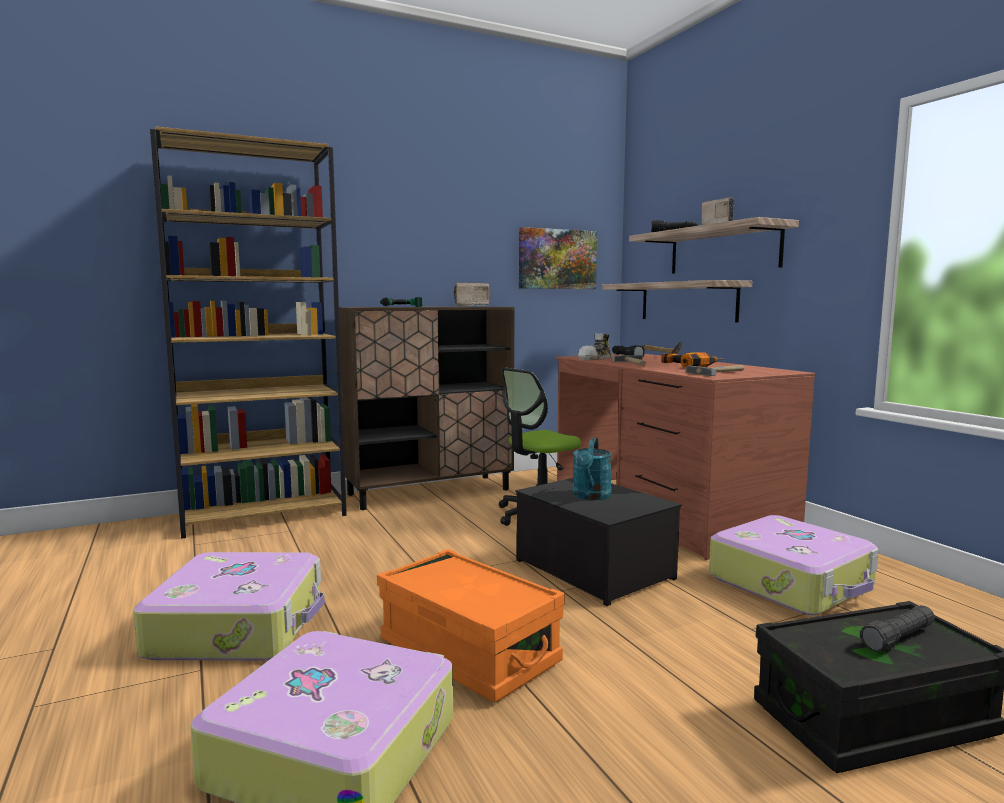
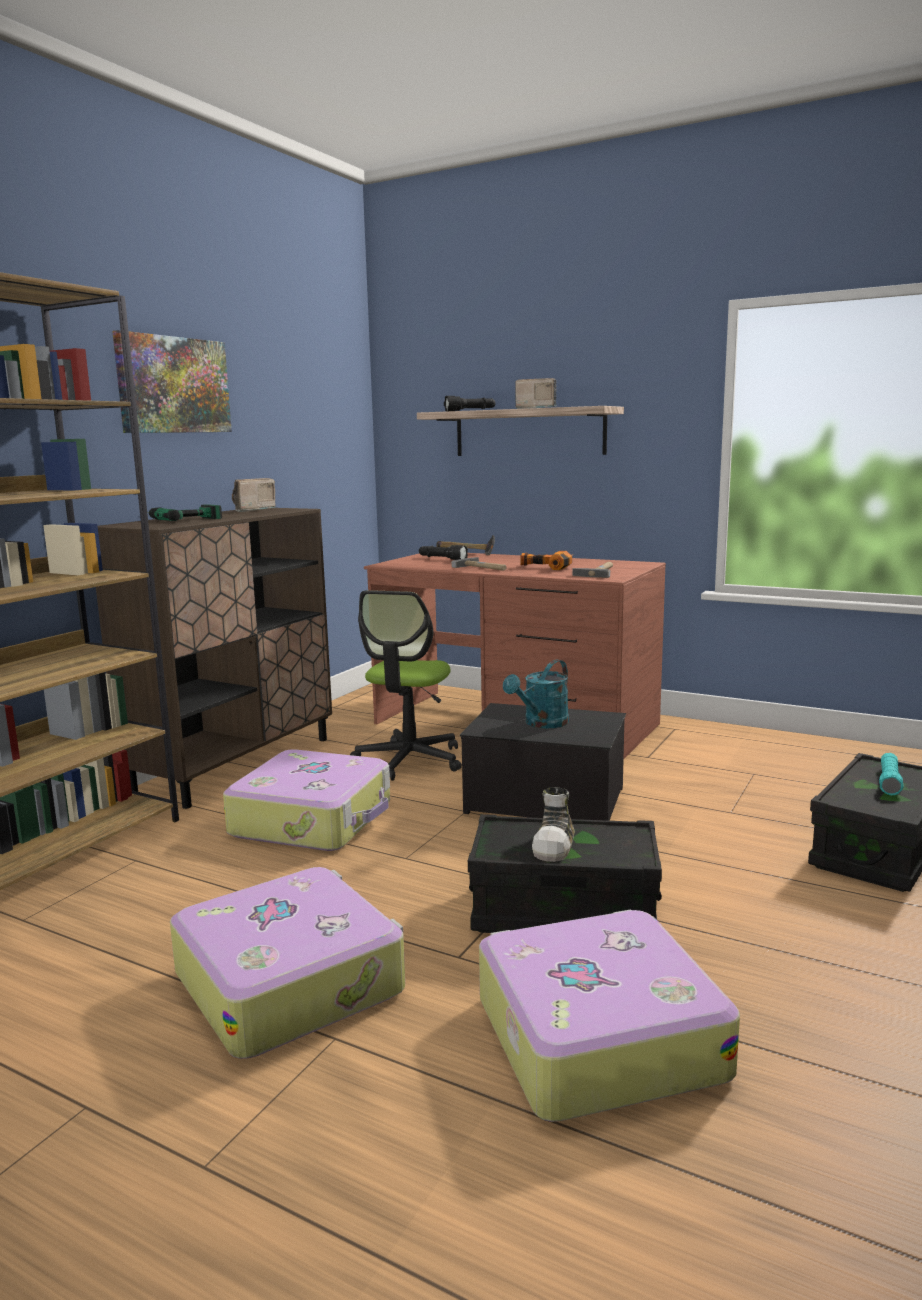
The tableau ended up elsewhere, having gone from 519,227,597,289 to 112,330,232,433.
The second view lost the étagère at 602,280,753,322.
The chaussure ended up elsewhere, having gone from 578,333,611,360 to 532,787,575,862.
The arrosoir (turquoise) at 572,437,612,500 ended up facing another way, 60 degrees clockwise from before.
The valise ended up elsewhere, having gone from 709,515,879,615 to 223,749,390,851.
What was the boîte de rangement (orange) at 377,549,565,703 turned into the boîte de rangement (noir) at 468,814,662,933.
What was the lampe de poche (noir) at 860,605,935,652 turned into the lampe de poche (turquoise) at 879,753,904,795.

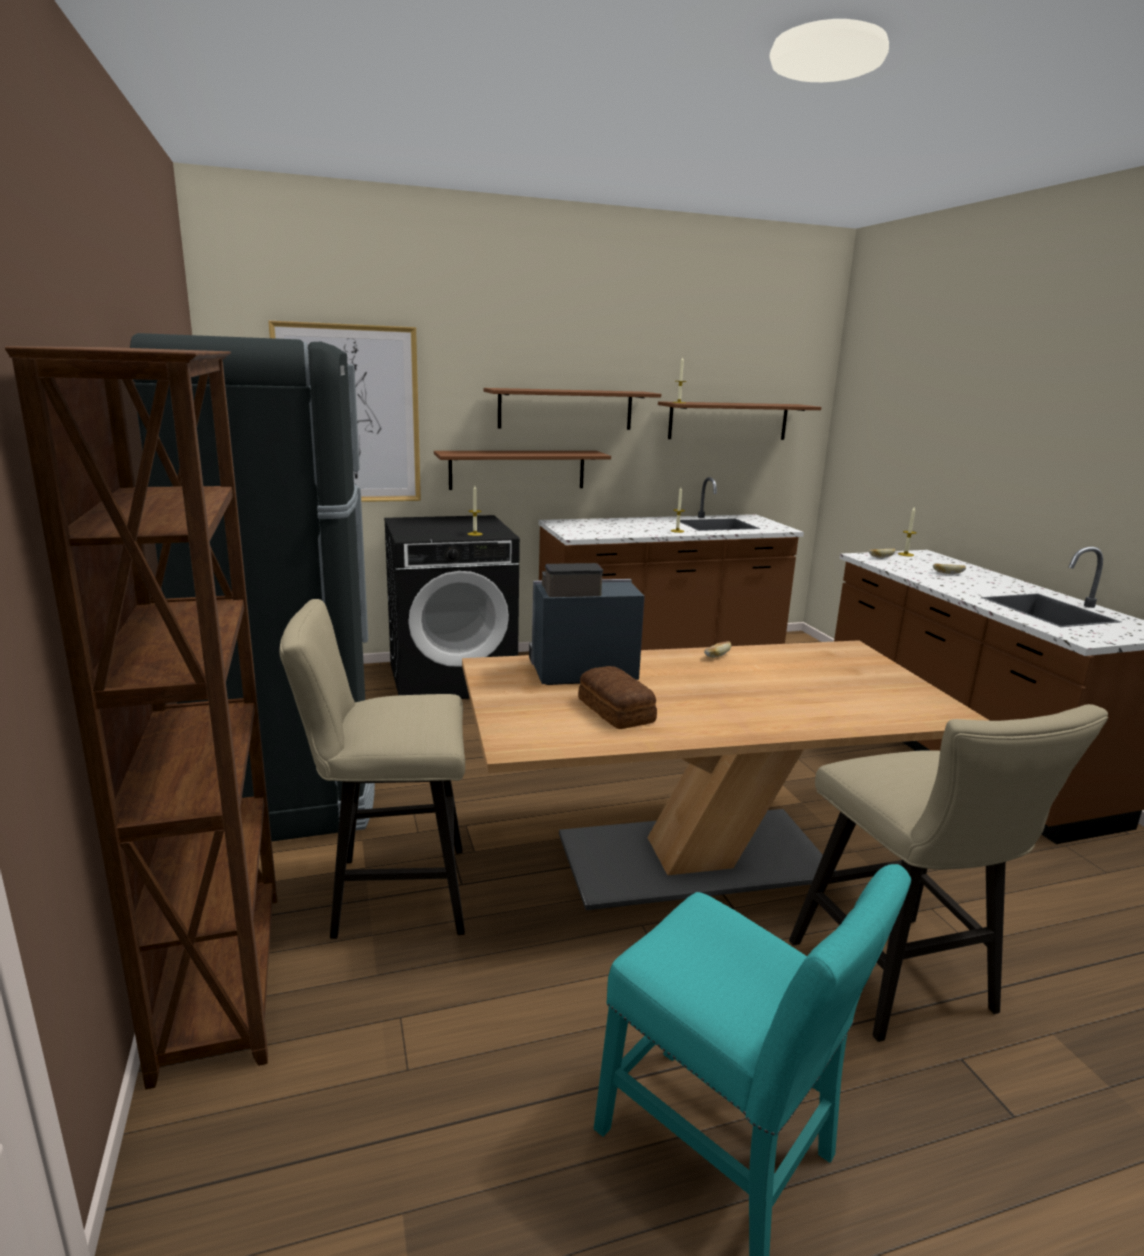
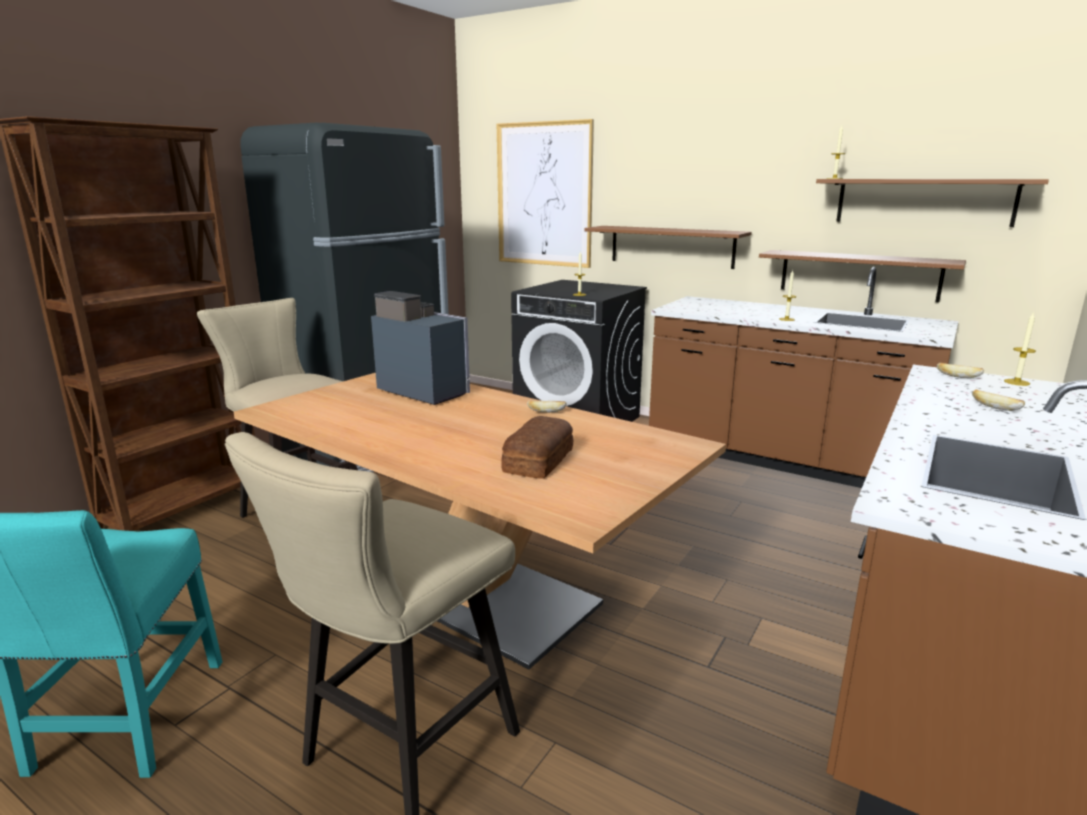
The étagère (marron) ended up elsewhere, having gone from 484,388,661,430 to 759,250,966,302.
The pain ended up elsewhere, having gone from 578,666,657,729 to 501,416,573,479.

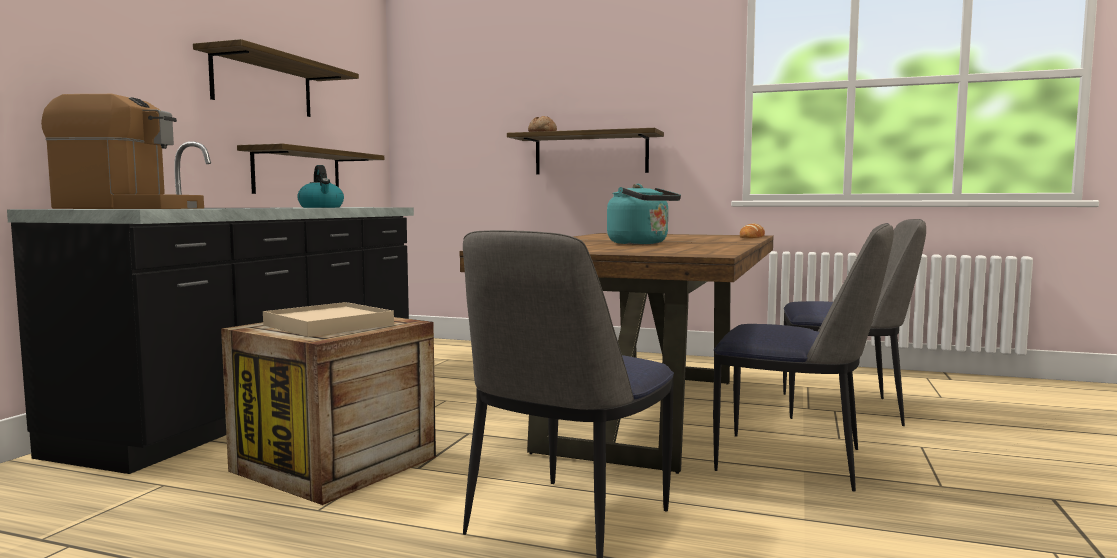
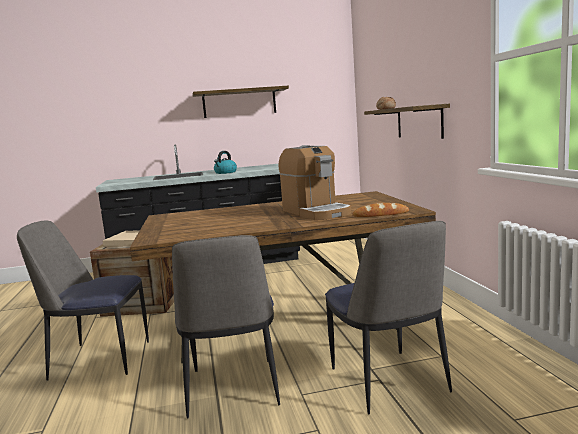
The machine à café ended up elsewhere, having gone from 41,94,204,209 to 278,145,351,220.
The second view lost the étagère at 237,144,384,194.
The second view lost the bouilloire (turquoise) at 607,184,681,244.

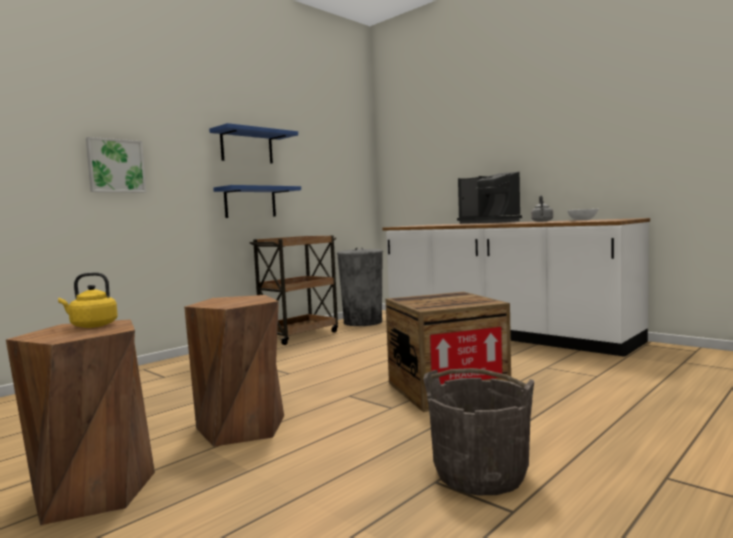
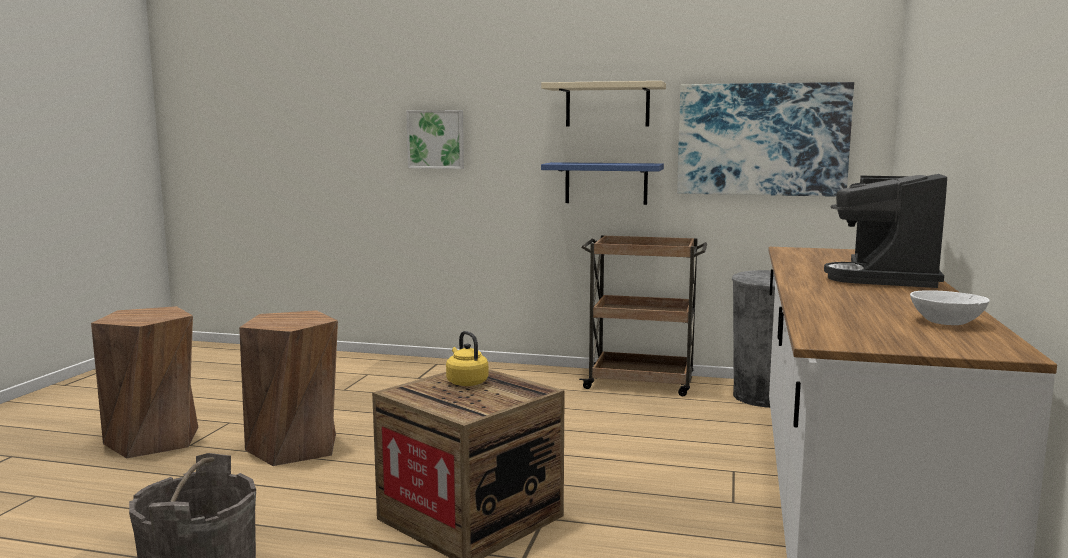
What was the étagère (bleu) at 209,123,298,163 turned into the étagère (beige) at 541,81,666,126.
The second view lost the bouilloire (gris) at 531,195,553,222.
The bouilloire (jaune) ended up elsewhere, having gone from 58,272,118,328 to 446,331,488,386.
The second view gained the tableau at 677,82,854,197.

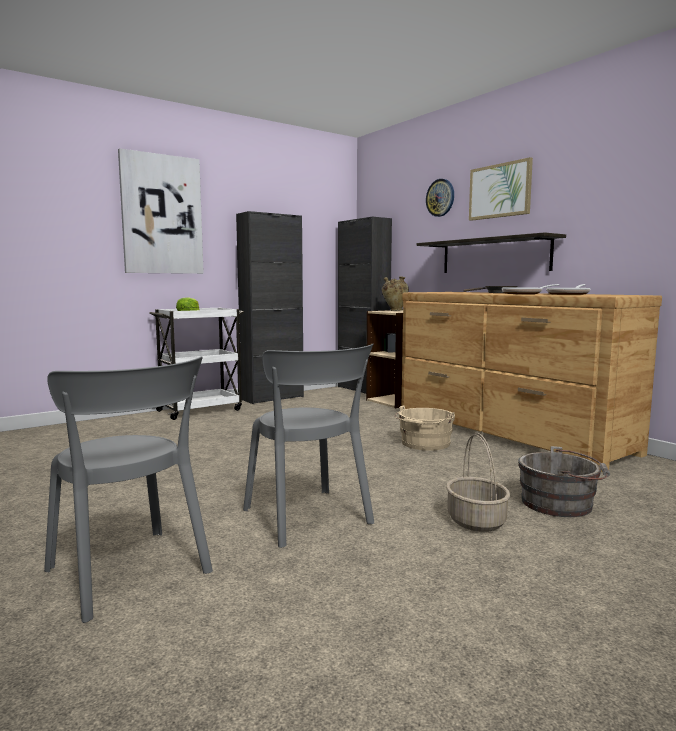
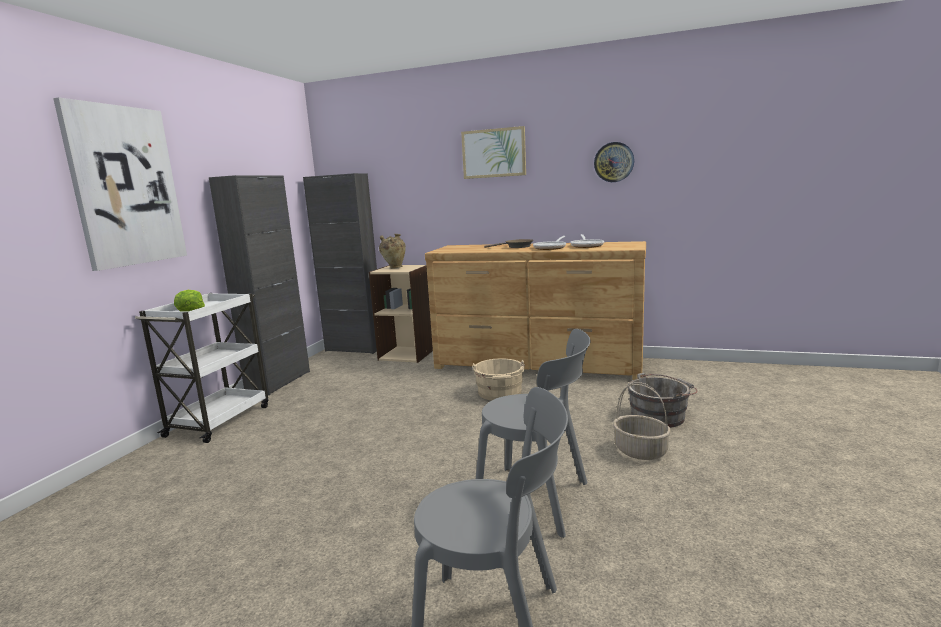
The horloge murale ended up elsewhere, having gone from 426,179,454,217 to 594,142,634,182.
The second view lost the étagère at 417,232,566,273.

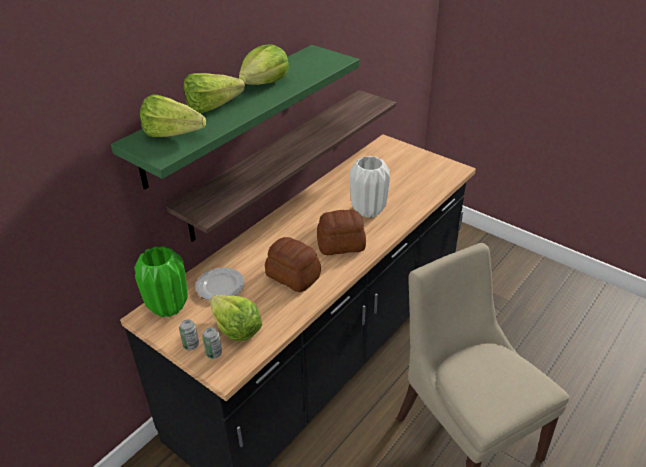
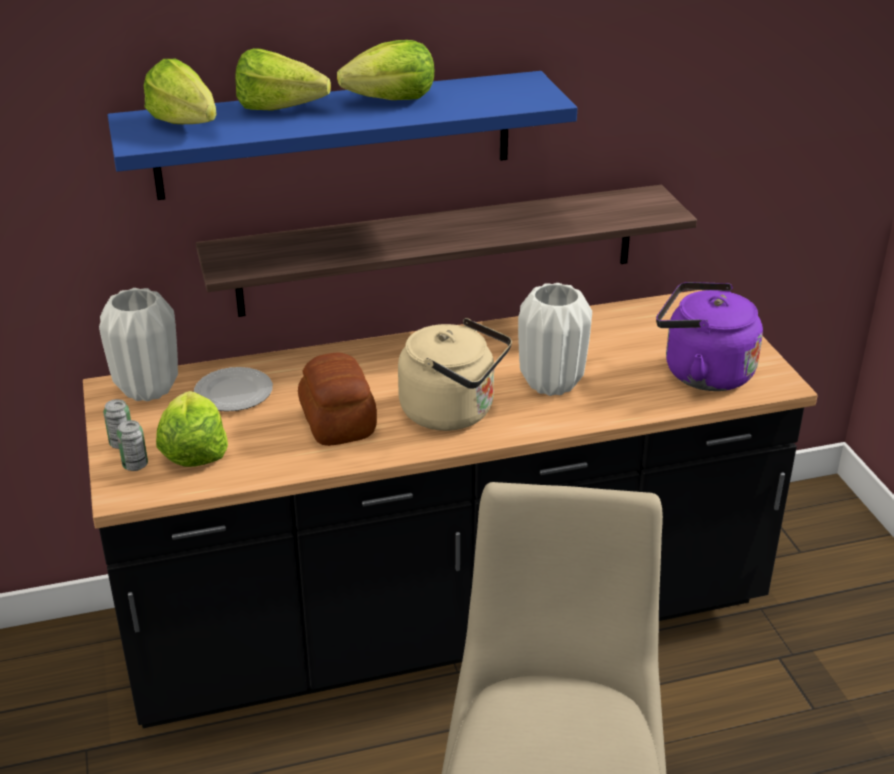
What was the étagère (vert) at 111,45,359,189 turned into the étagère (bleu) at 108,71,577,200.
Where the pain stood at 317,209,366,255, the bouilloire (beige) came to stand at 398,318,512,431.
What was the vase (vert) at 134,246,188,317 turned into the vase (blanc) at 99,288,178,401.
The second view gained the bouilloire (violet) at 656,282,763,391.

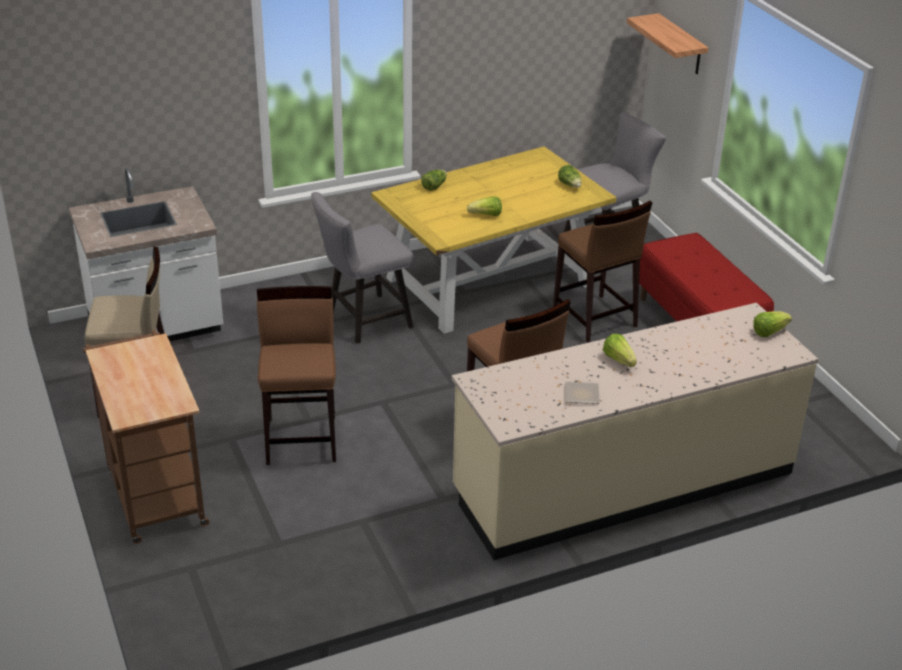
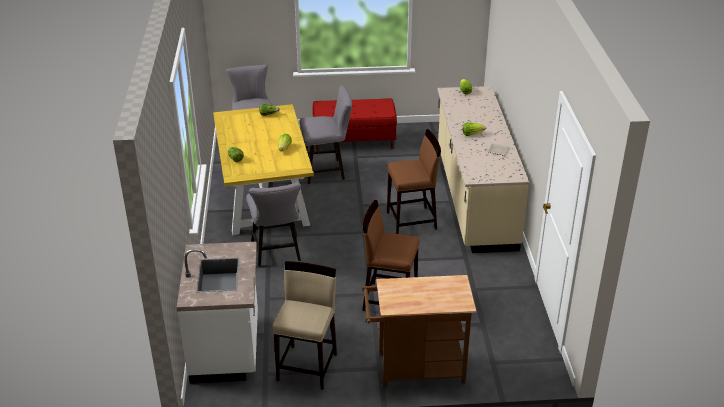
The second view lost the étagère at 627,13,709,74.
Where the tabouret (marron) stood at 553,201,652,343, the chaise (gris) came to stand at 300,85,352,184.

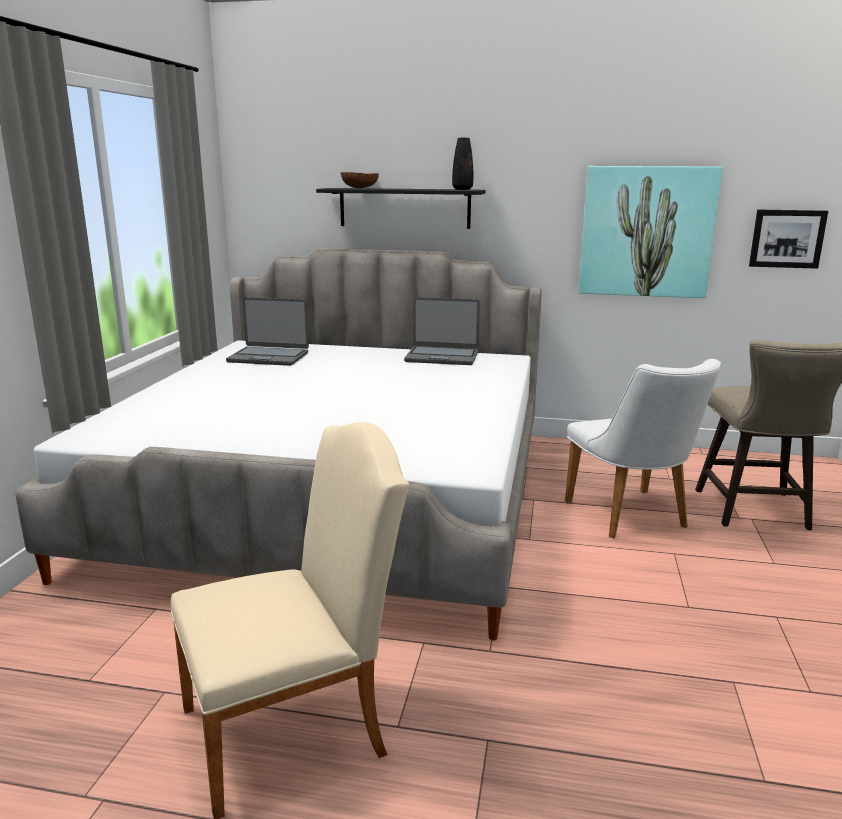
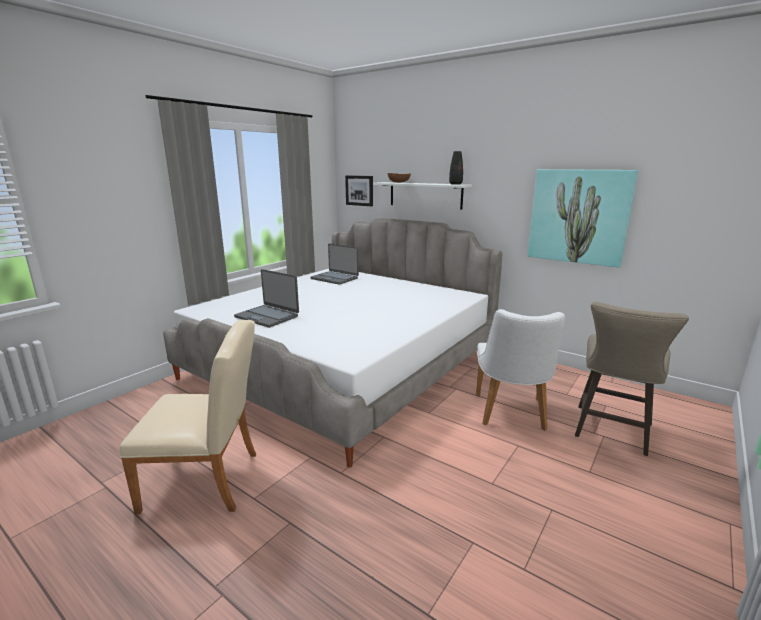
What was the étagère (noir) at 316,188,486,229 turned into the étagère (blanc) at 373,182,472,210.
The tableau ended up elsewhere, having gone from 749,210,828,269 to 345,175,373,206.
The ordinateur portable ended up elsewhere, having gone from 404,297,480,365 to 234,269,299,328.

